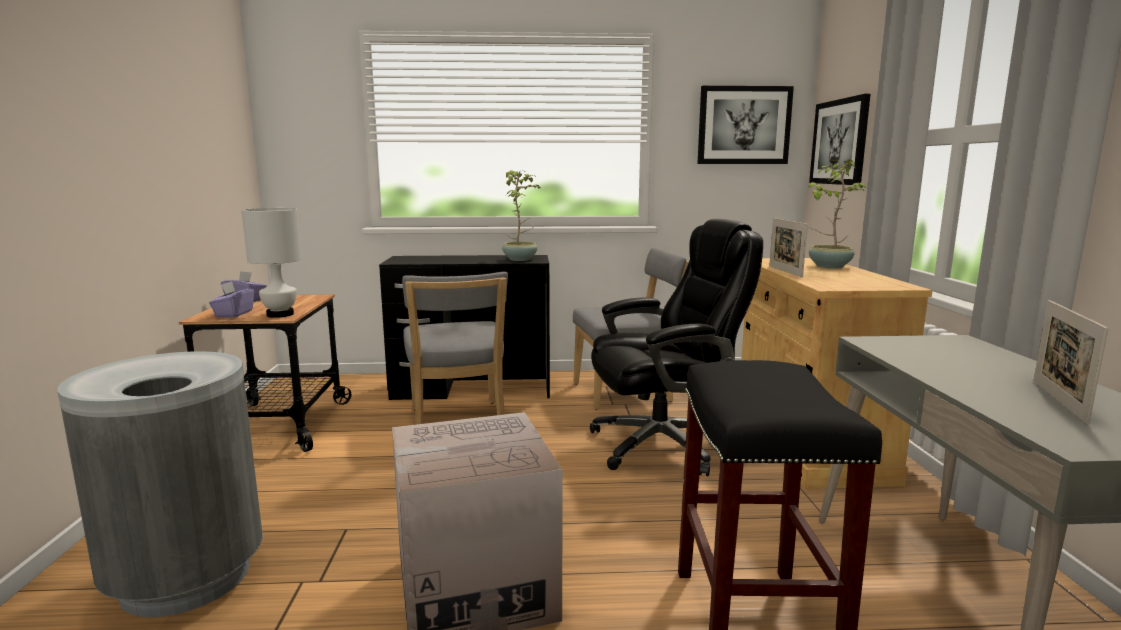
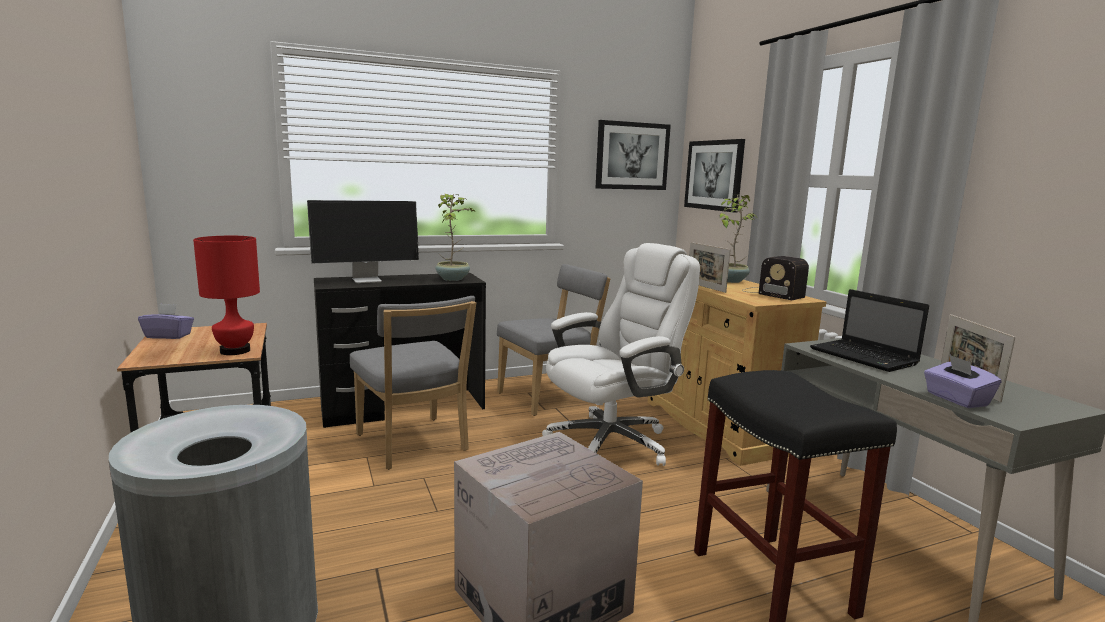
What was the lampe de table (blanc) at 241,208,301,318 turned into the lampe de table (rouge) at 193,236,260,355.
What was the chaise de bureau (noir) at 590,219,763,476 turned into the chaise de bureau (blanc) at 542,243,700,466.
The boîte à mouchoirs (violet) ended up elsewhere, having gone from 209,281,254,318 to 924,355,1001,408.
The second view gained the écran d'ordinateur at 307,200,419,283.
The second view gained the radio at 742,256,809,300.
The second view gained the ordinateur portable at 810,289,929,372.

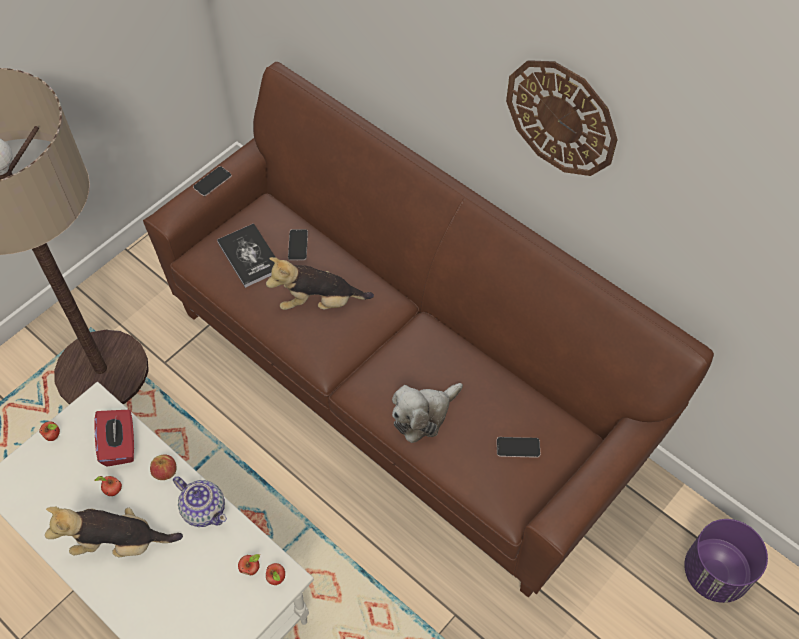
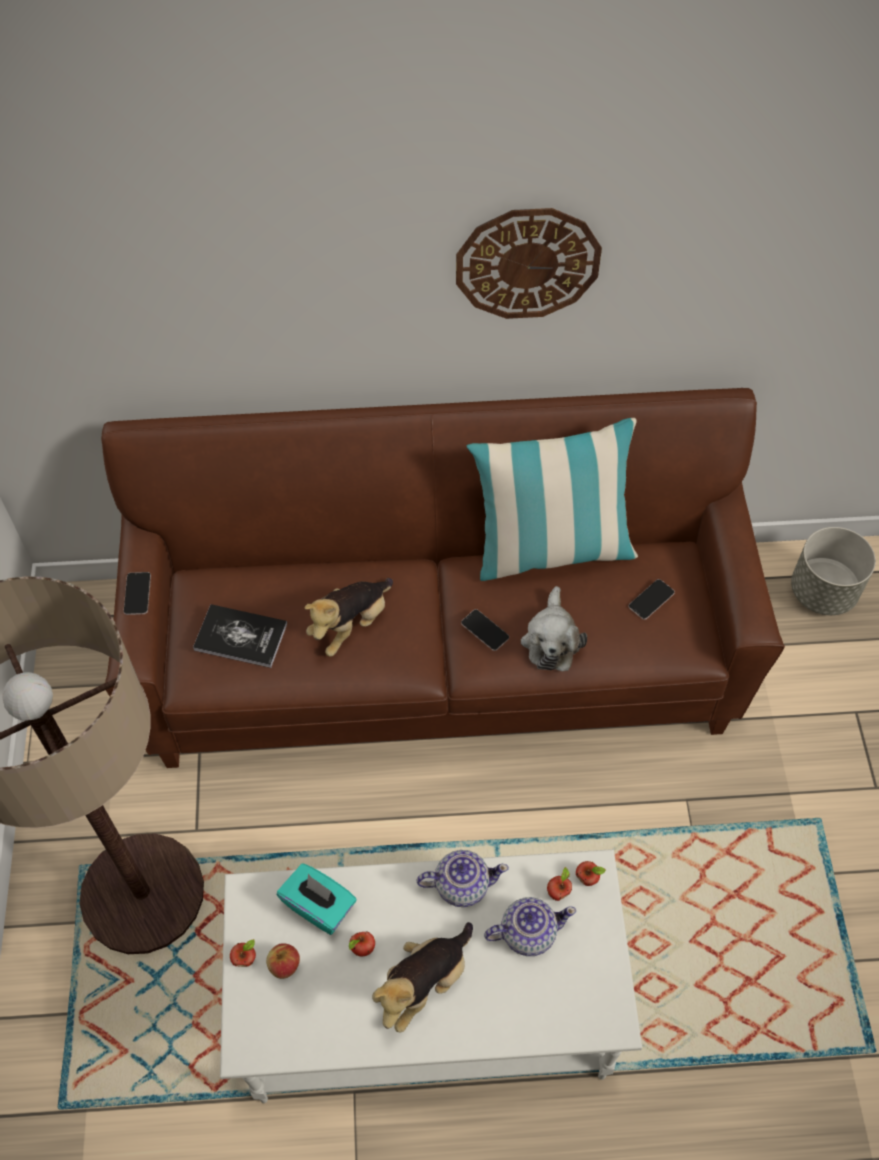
The téléphone ended up elsewhere, having gone from 288,229,308,261 to 461,609,509,651.
What was the boîte à mouchoirs (rouge) at 95,410,134,467 turned into the boîte à mouchoirs (turquoise) at 277,863,357,935.
The pomme ended up elsewhere, having gone from 150,454,176,480 to 266,943,300,979.
What was the cache-pot (violet) at 684,519,768,603 turned into the cache-pot (gris) at 791,527,876,615.
The second view gained the coussin at 467,418,638,581.
The second view gained the théière at 484,897,576,956.

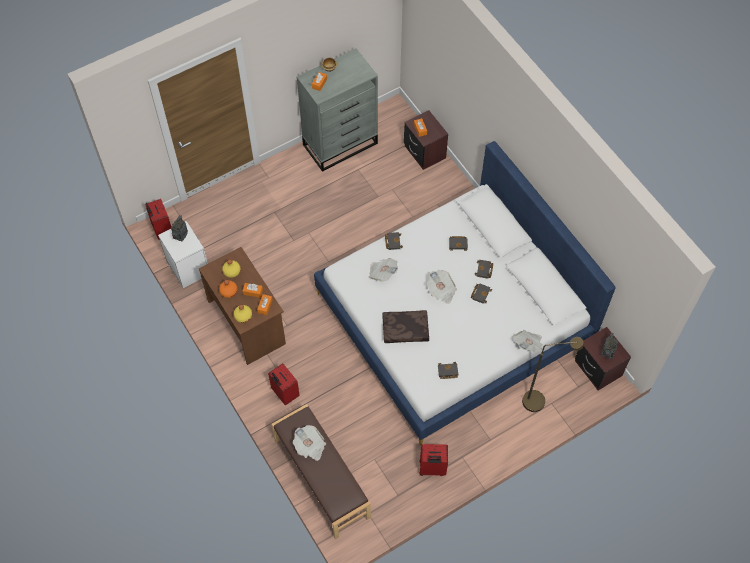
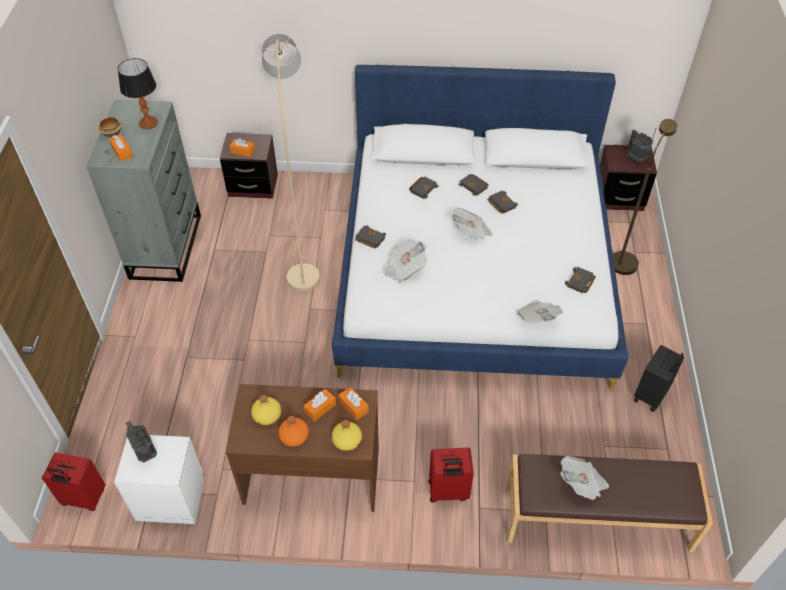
The second view lost the coussin (marron) at 382,310,429,343.
The journal ended up elsewhere, having gone from 513,330,543,352 to 516,300,563,323.
What was the valise (rouge) at 419,444,448,476 turned into the valise (noir) at 633,345,684,412.
The second view gained the lampadaire (beige) at 262,34,320,292.
The second view gained the lampe de table at 118,58,158,129.

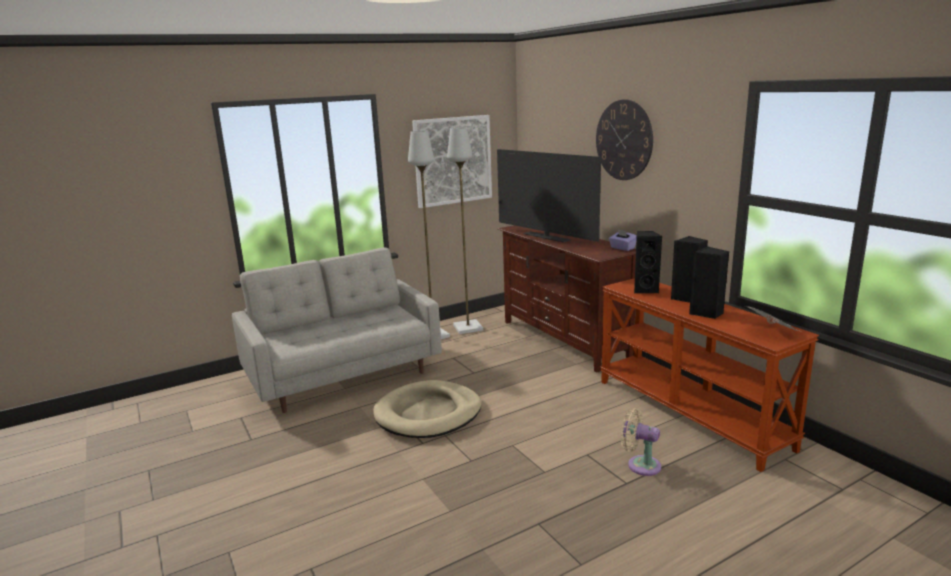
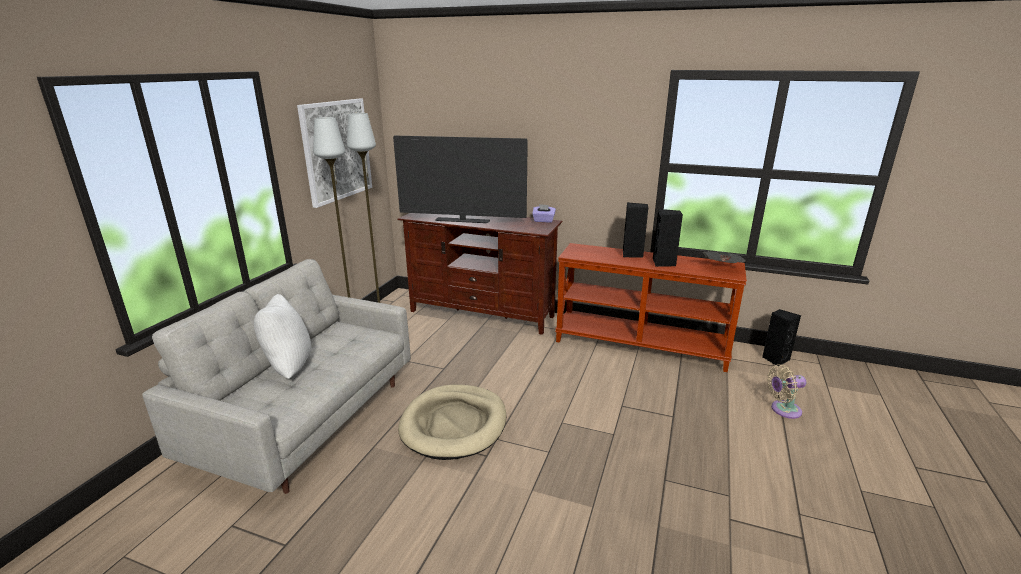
The second view lost the horloge murale at 596,99,653,180.
The enceinte (noir) ended up elsewhere, having gone from 634,231,663,293 to 762,309,801,366.
The ventilateur (beige) ended up elsewhere, having gone from 621,408,661,476 to 767,364,806,419.
The second view gained the coussin (blanc) at 254,294,311,379.

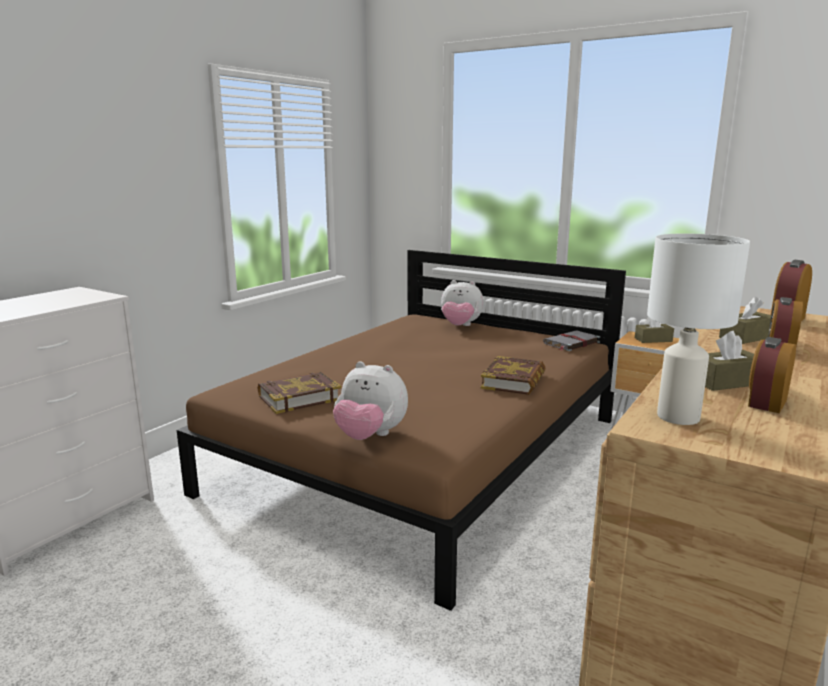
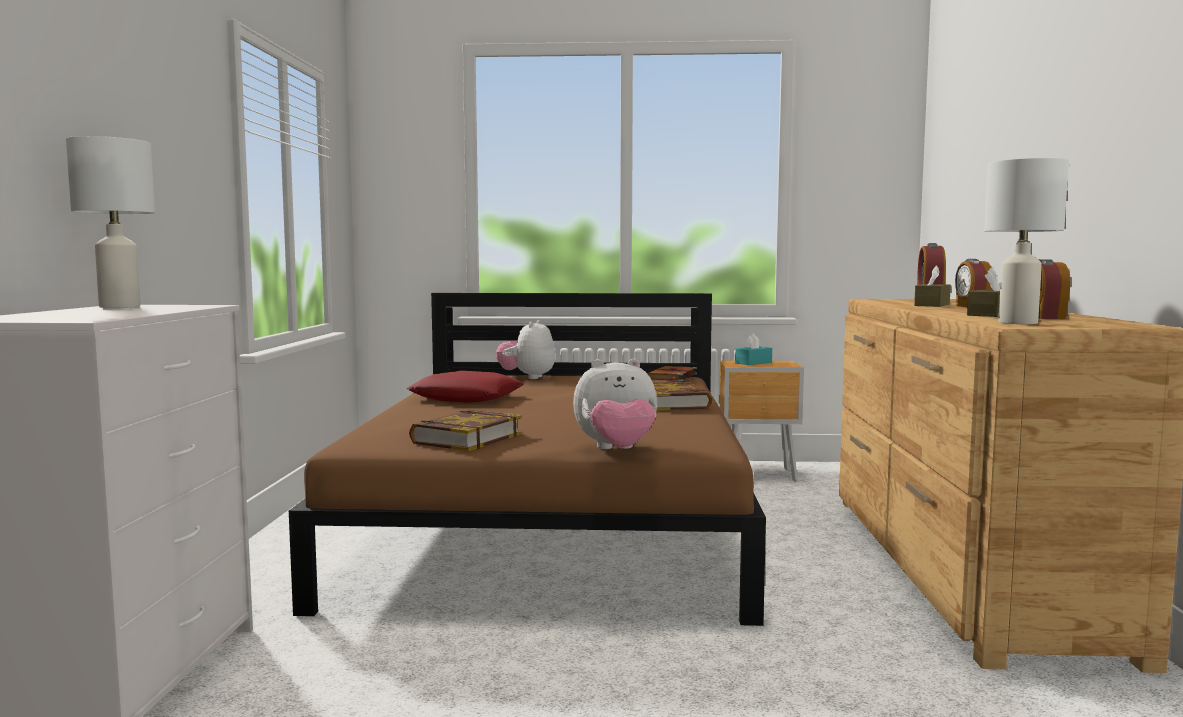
The peluche at 441,280,484,326 ended up facing another way, 120 degrees clockwise from before.
What was the boîte à mouchoirs (marron) at 635,317,674,343 turned into the boîte à mouchoirs (turquoise) at 735,333,772,365.
What was the livre (gris) at 543,330,600,351 turned into the livre (marron) at 647,366,697,382.
The second view gained the lampe de table (blanc) at 66,136,155,308.
The second view gained the coussin (rouge) at 407,371,524,403.

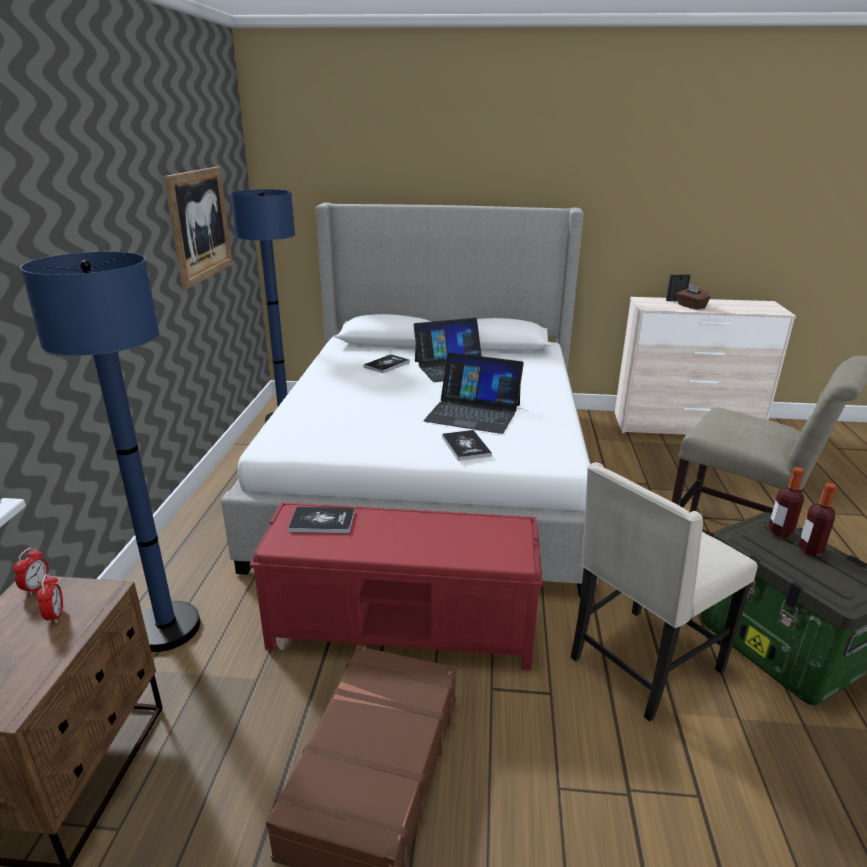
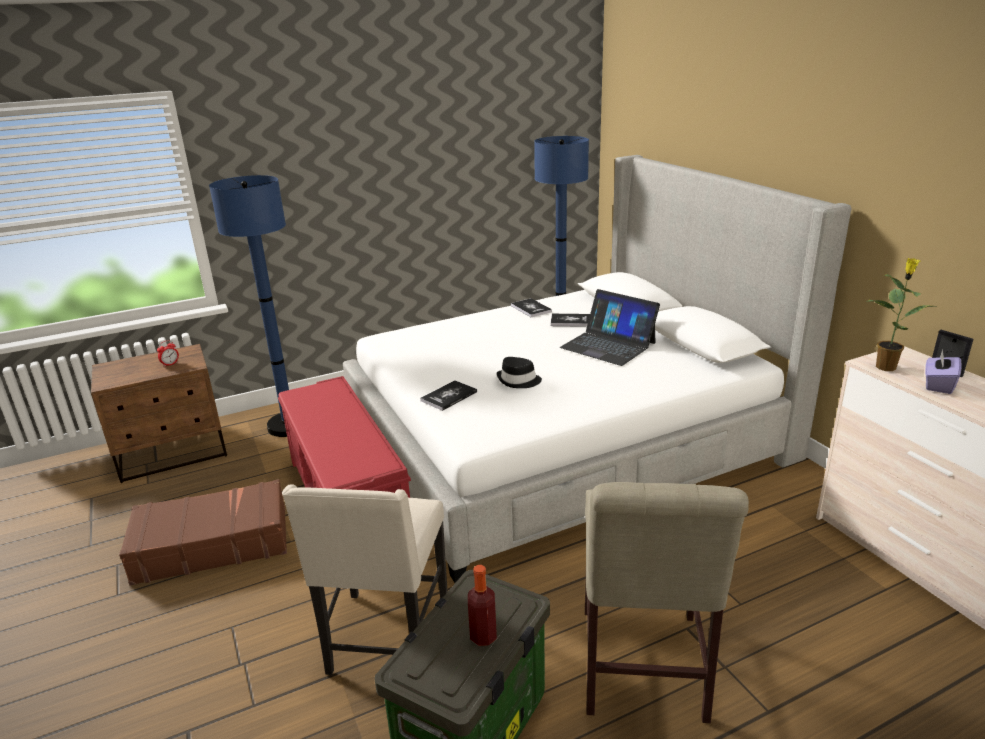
The second view lost the tableau at 164,167,232,290.
What was the boîte à mouchoirs (marron) at 677,284,711,310 turned into the boîte à mouchoirs (violet) at 925,349,961,394.
Where the ordinateur portable stood at 423,352,524,434, the chapeau (noir) came to stand at 497,357,542,388.
The chaise (beige) at 571,462,757,722 ended up facing another way, 105 degrees counterclockwise from before.
The second view lost the bouteille at 768,467,804,538.
The livre ended up elsewhere, having gone from 288,507,355,533 to 511,298,552,317.
The second view lost the réveil at 13,547,49,595.
The second view gained the plante en pot at 866,258,937,371.

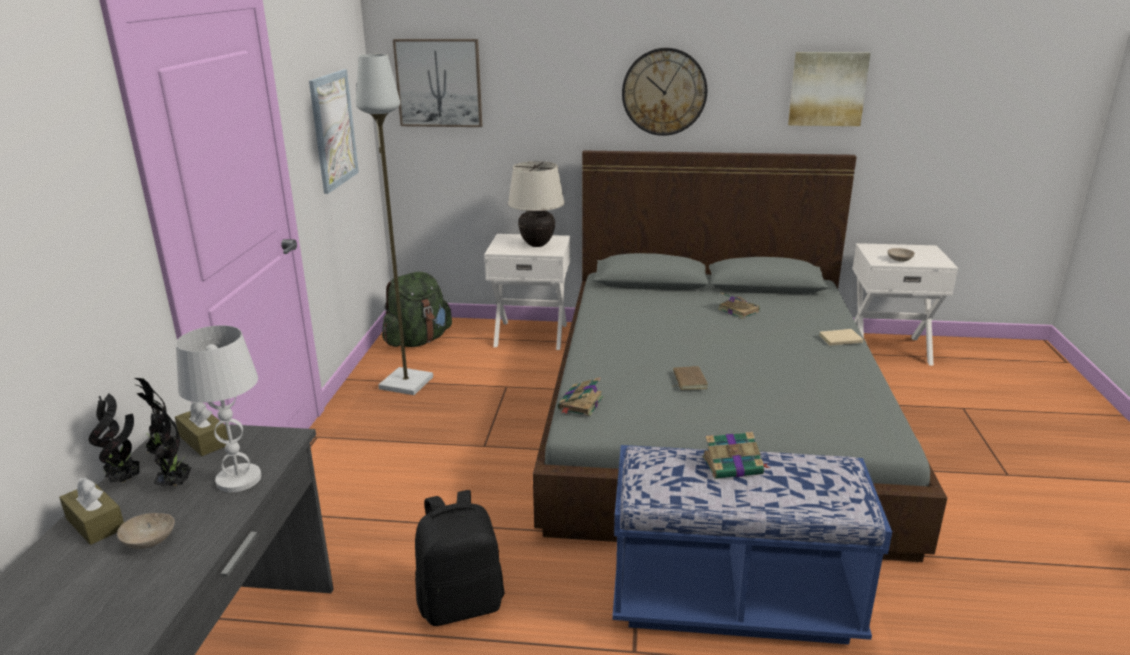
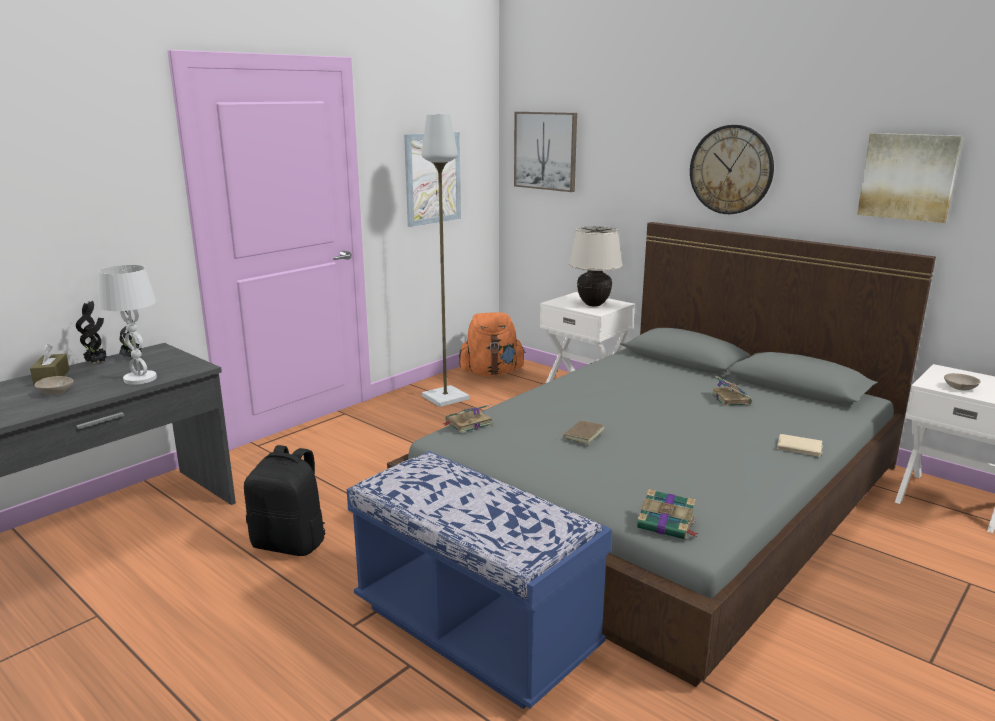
What was the sac à dos (vert) at 382,272,452,347 turned into the sac à dos (orange) at 459,313,526,376.
The second view lost the plante en pot at 145,399,191,487.
The second view lost the boîte à mouchoirs (marron) at 175,402,229,456.
The livre ended up elsewhere, having gone from 703,432,770,479 to 637,489,699,540.

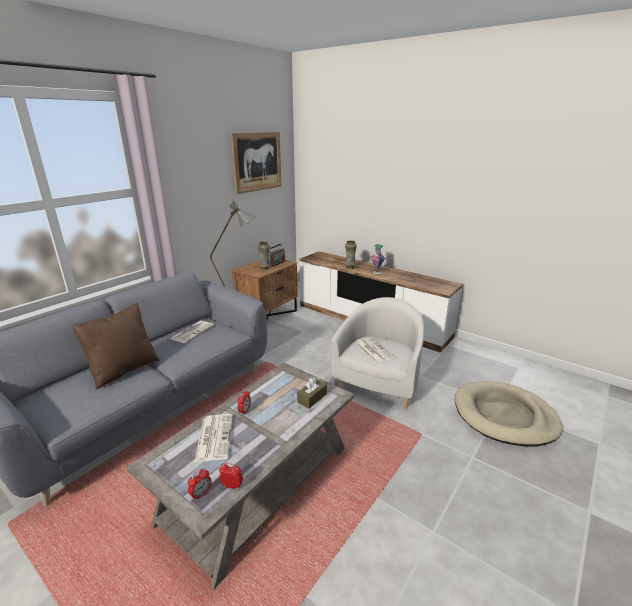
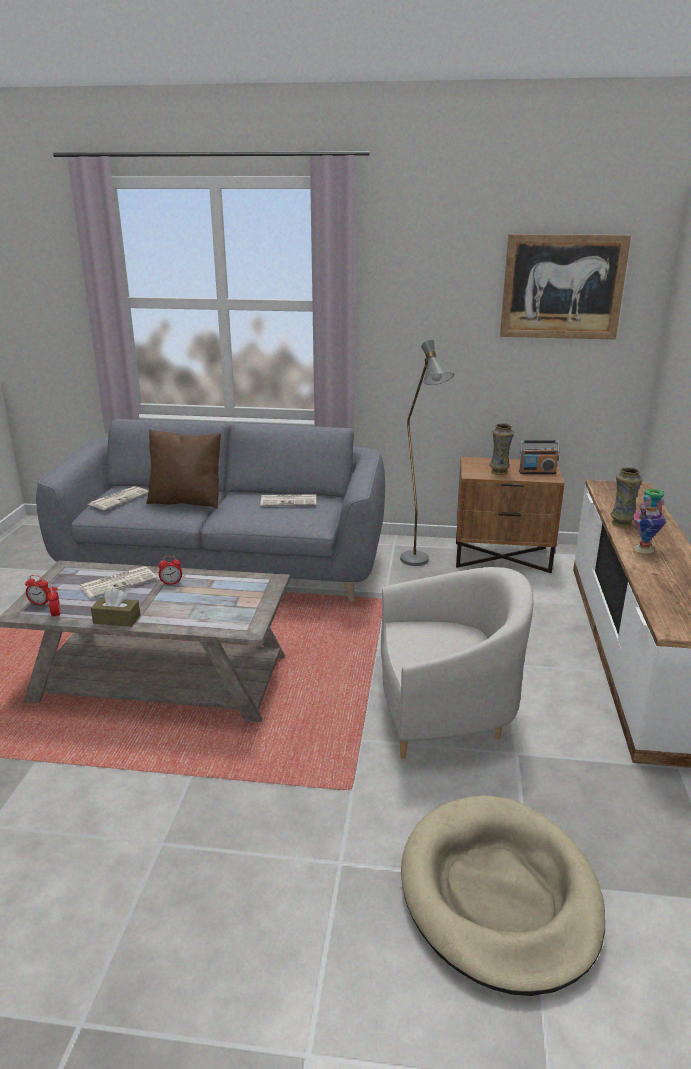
The journal ended up elsewhere, having gone from 355,337,394,363 to 88,486,148,510.
The boîte à mouchoirs (marron) ended up elsewhere, having gone from 297,377,327,408 to 91,588,141,627.

